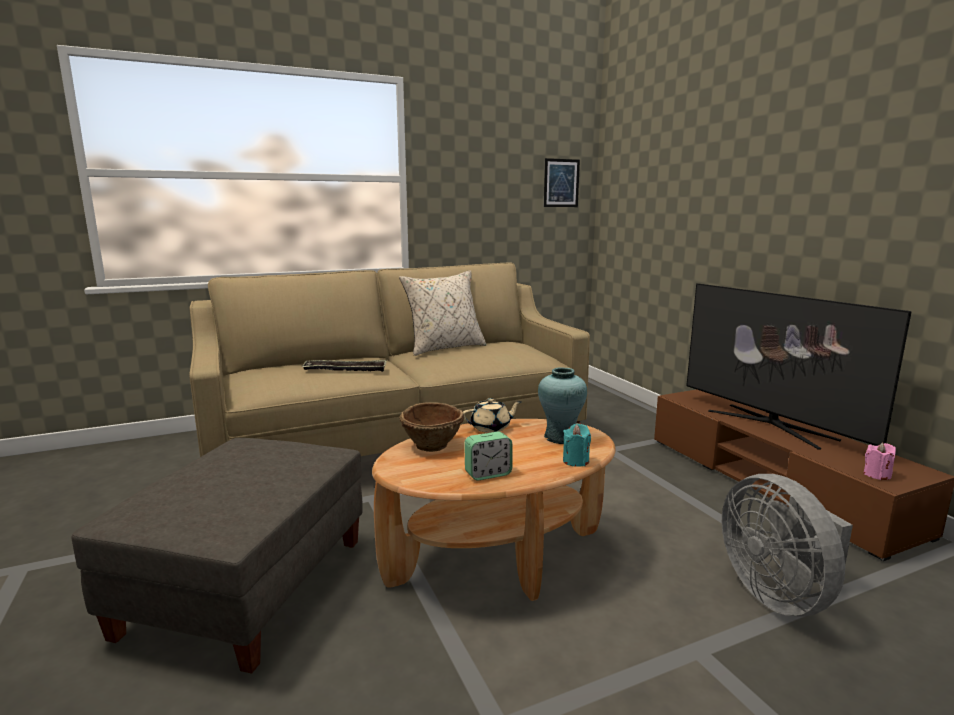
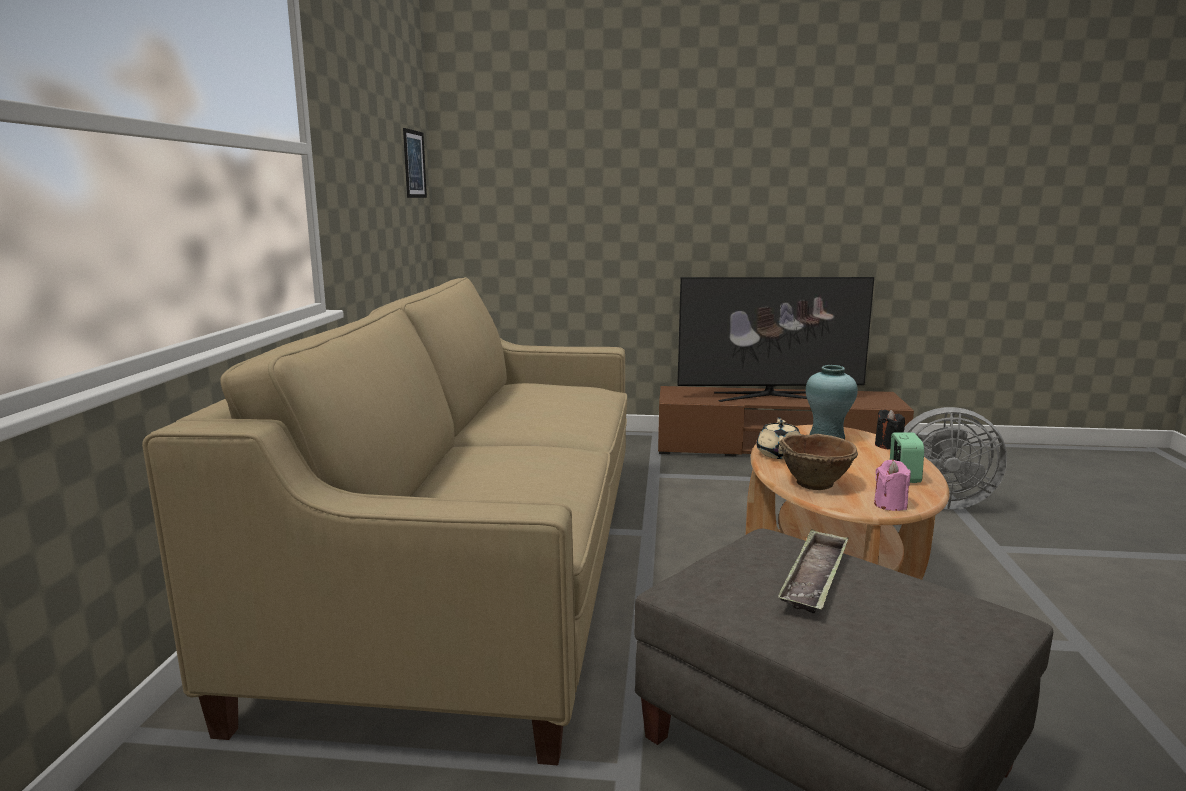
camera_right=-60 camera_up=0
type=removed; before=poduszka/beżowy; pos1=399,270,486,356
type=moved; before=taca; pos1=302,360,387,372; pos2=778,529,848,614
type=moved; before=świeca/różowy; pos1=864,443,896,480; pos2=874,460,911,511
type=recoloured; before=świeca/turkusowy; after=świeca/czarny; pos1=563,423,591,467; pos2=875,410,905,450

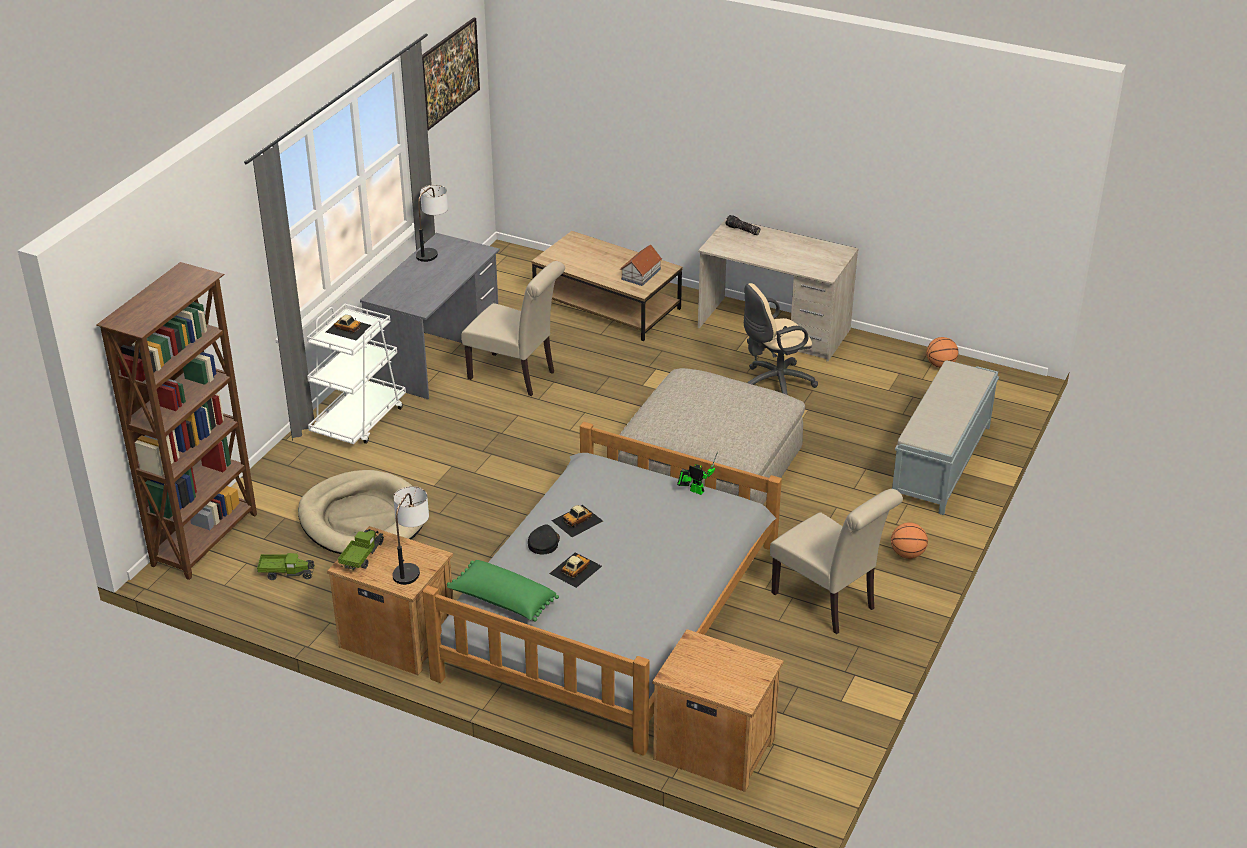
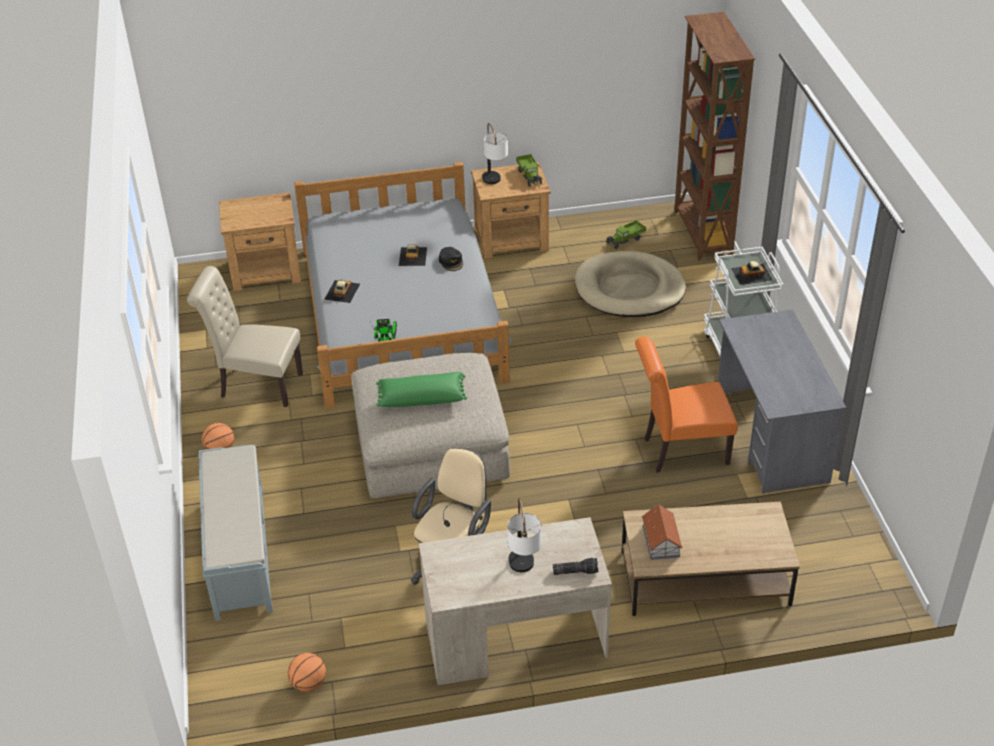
camera_right=145 camera_up=5
type=removed; before=obraz; pos1=422,18,480,130
type=moved; before=lampa stołowa; pos1=416,185,448,262; pos2=507,498,542,572
type=moved; before=poduszka/zielony; pos1=447,560,559,622; pos2=376,372,467,407
type=moved; before=samochodzik; pos1=552,505,603,537; pos2=324,280,360,303
type=recoloured; before=krzesło/beżowy; after=krzesło/pomarańczowy; pos1=461,261,565,396; pos2=635,337,738,473

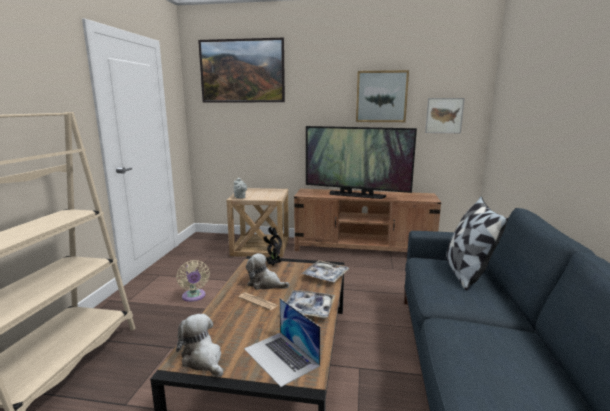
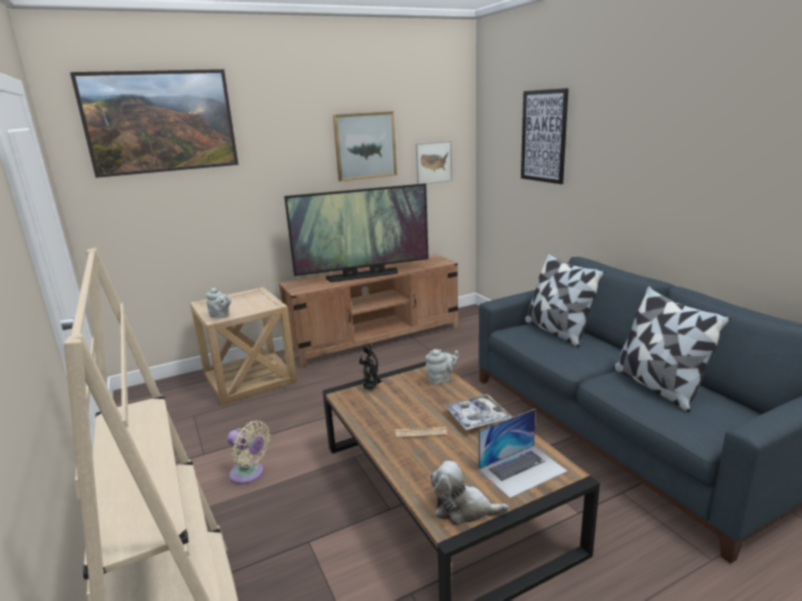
camera_right=-35 camera_up=5
type=removed; before=pluszak; pos1=246,253,289,290
type=added; after=obraz; pos2=521,88,569,184
type=added; after=poduszka; pos2=613,286,731,412
type=replaced; before=taca; after=imbryk/szary; pos1=302,260,349,282; pos2=426,349,459,385
type=turned; before=laptop; pos1=244,298,321,387; pos2=478,409,568,498; turn=-45

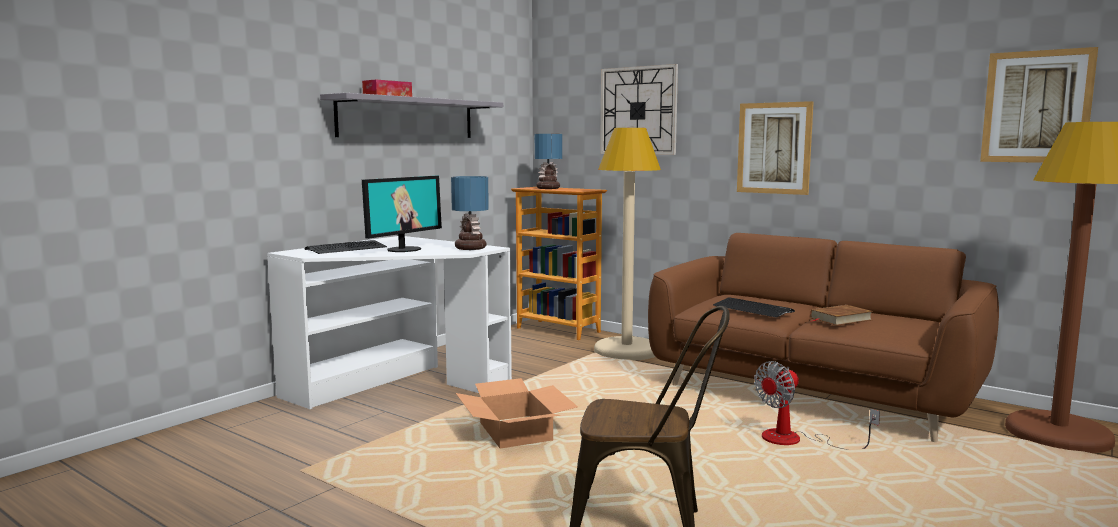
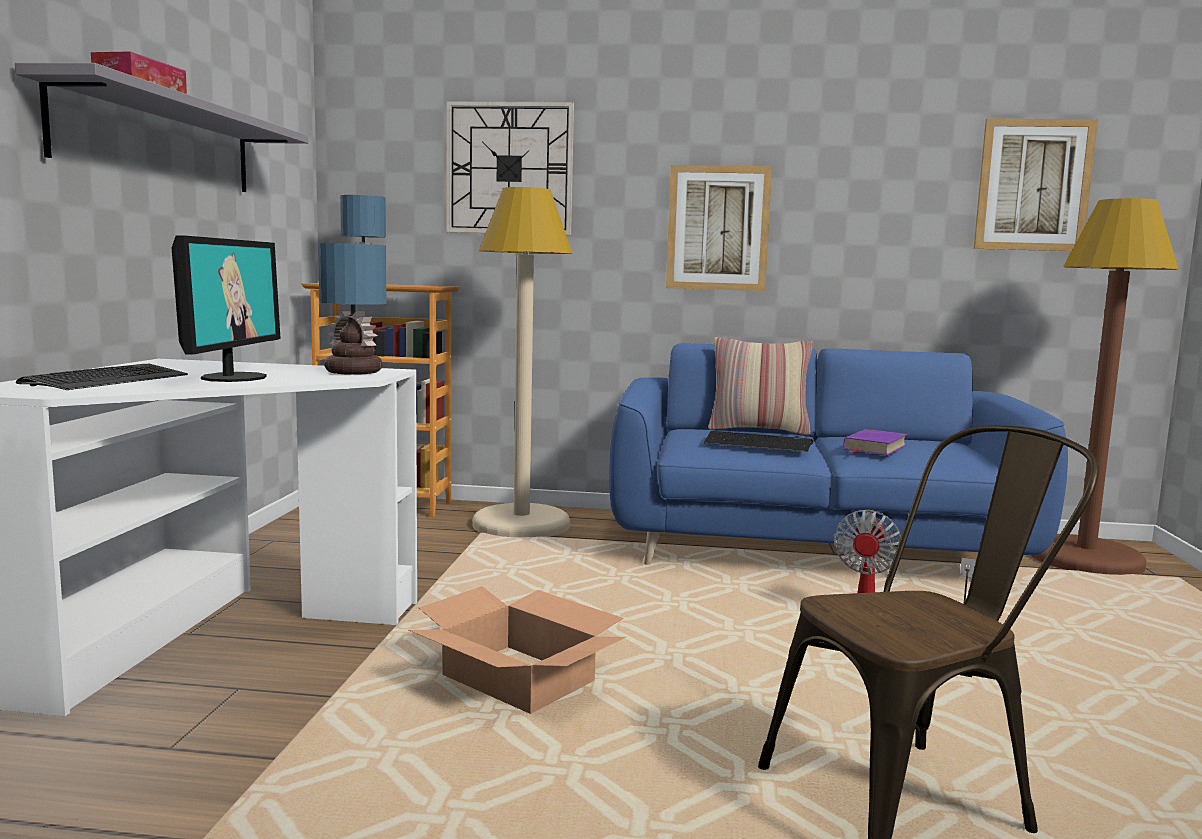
camera_right=-30 camera_up=0
type=added; after=poduszka; pos2=708,337,813,435
type=recoloured; before=kanapa/brązowy; after=kanapa/niebieski; pos1=648,233,999,442; pos2=609,343,1068,589
type=recoloured; before=książka/brązowy; after=książka/fioletowy; pos1=810,305,873,326; pos2=843,429,908,456

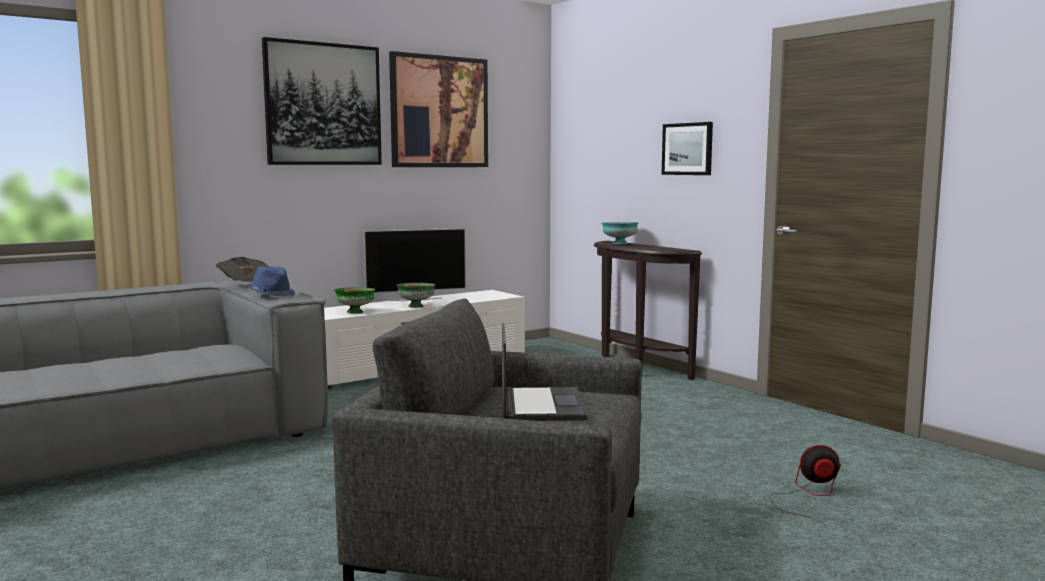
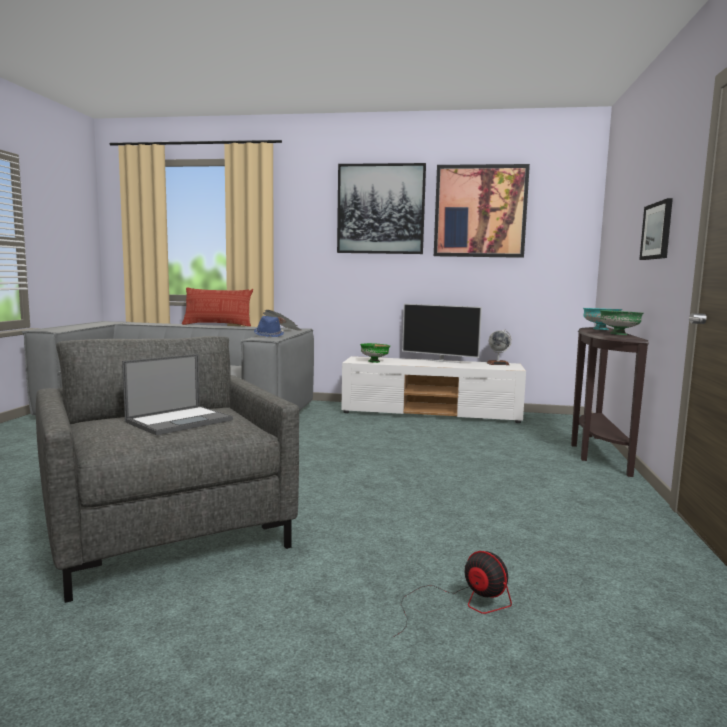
camera_right=45 camera_up=0
type=added; after=poduszka; pos2=182,287,253,326
type=added; after=globus; pos2=487,329,512,365
type=moved; before=miska/zielony; pos1=396,283,436,307; pos2=599,310,644,335

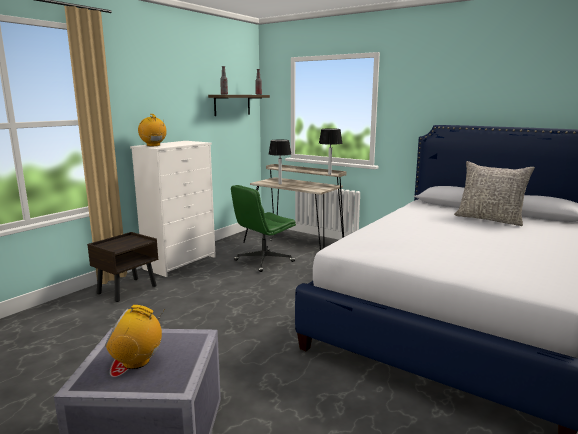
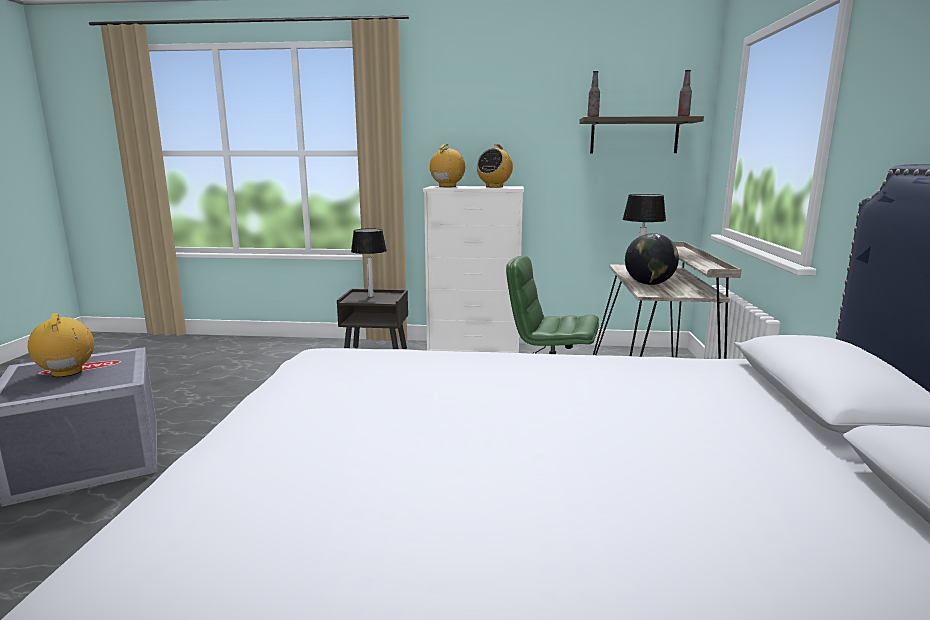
camera_right=60 camera_up=0
type=removed; before=poduszka/szary; pos1=454,161,535,226
type=added; after=radio; pos2=477,144,513,187
type=added; after=globus; pos2=625,233,679,285
type=moved; before=lampa stołowa; pos1=319,128,343,175; pos2=351,228,387,297

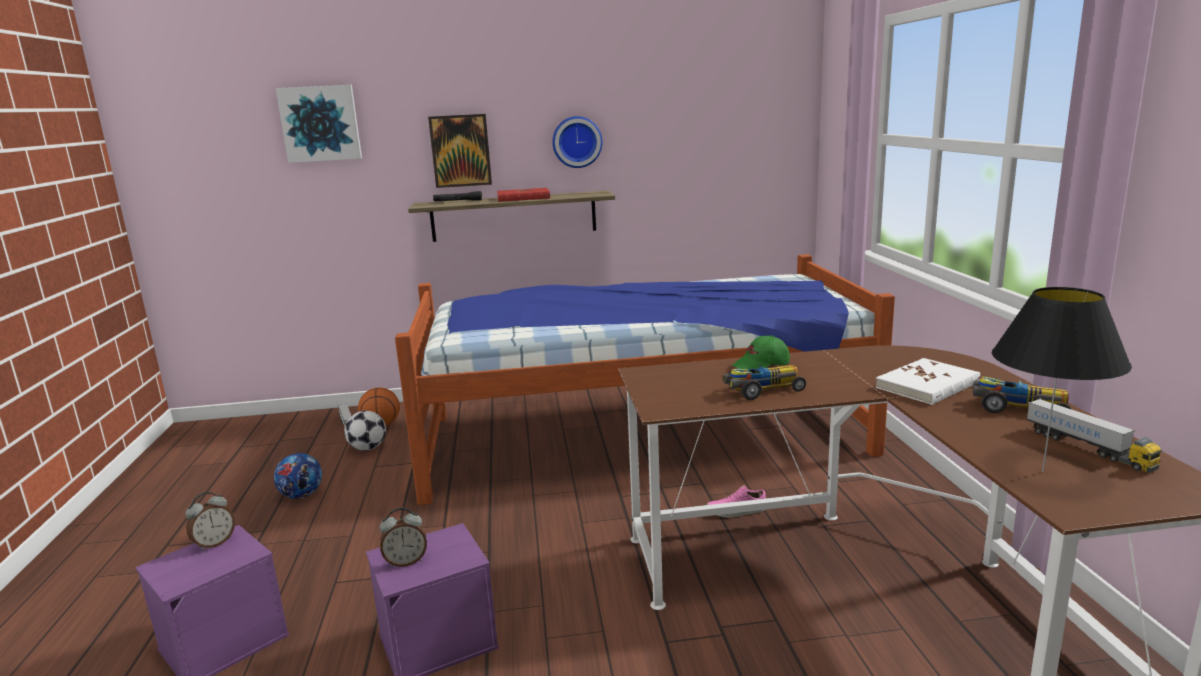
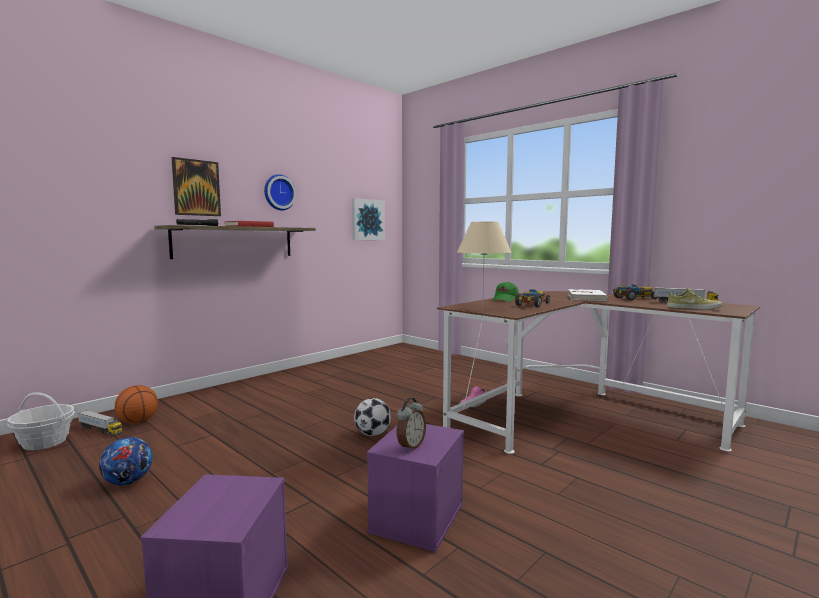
camera_right=-40 camera_up=-10
type=removed; before=budzik; pos1=185,492,235,551
type=removed; before=łóżko; pos1=395,254,895,505
type=added; after=koszyk; pos2=7,392,75,450
type=added; after=lampa stołowa/beżowy; pos2=457,222,512,295
type=moved; before=obraz; pos1=276,85,362,163; pos2=352,198,385,240
type=moved; before=piłka futbolowa; pos1=344,411,386,451; pos2=354,398,391,436
type=replaced; before=lampa stołowa/czarny; after=but/beżowy; pos1=992,287,1132,472; pos2=667,288,723,309

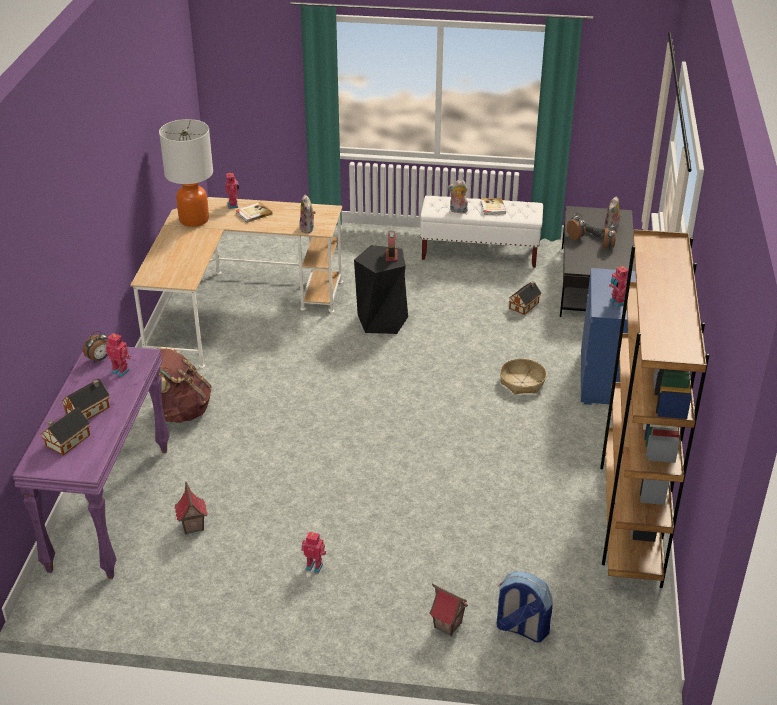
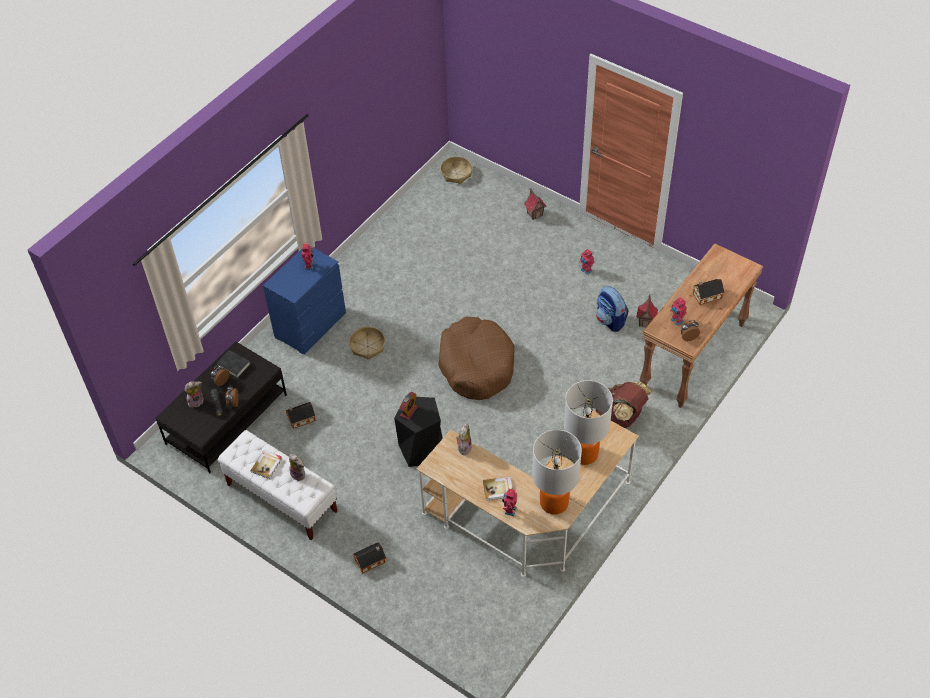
camera_right=-150 camera_up=15
type=removed; before=regał/brązowy; pos1=600,229,710,588
type=added; after=książka/czarny; pos2=216,350,251,378
type=added; after=legowisko/brązowy; pos2=438,317,515,400
type=added; after=koszyk; pos2=440,156,473,184
type=added; after=lampa stołowa; pos2=564,380,613,465
type=moved; before=domek; pos1=41,407,90,456; pos2=353,542,386,574
type=moved; before=plecak; pos1=496,572,553,642; pos2=596,286,629,332
type=recoloured; before=stolik konsolowy/fioletowy; after=stolik konsolowy/brązowy; pos1=12,347,170,579; pos2=639,243,763,408

